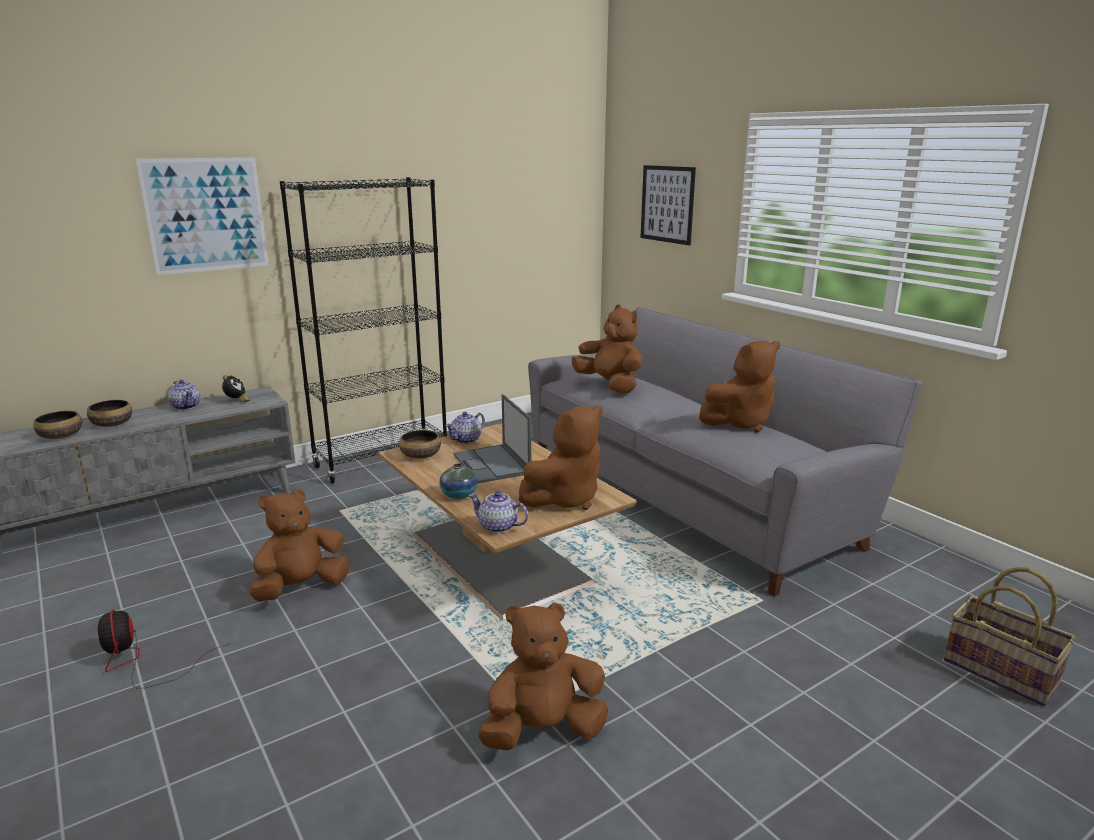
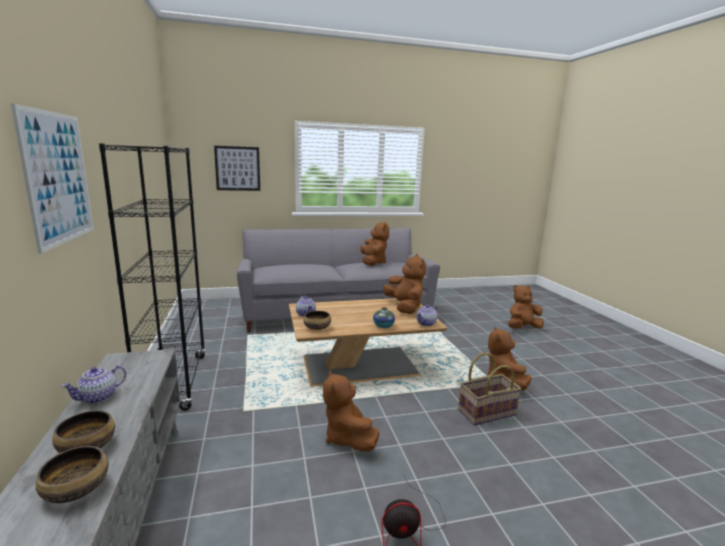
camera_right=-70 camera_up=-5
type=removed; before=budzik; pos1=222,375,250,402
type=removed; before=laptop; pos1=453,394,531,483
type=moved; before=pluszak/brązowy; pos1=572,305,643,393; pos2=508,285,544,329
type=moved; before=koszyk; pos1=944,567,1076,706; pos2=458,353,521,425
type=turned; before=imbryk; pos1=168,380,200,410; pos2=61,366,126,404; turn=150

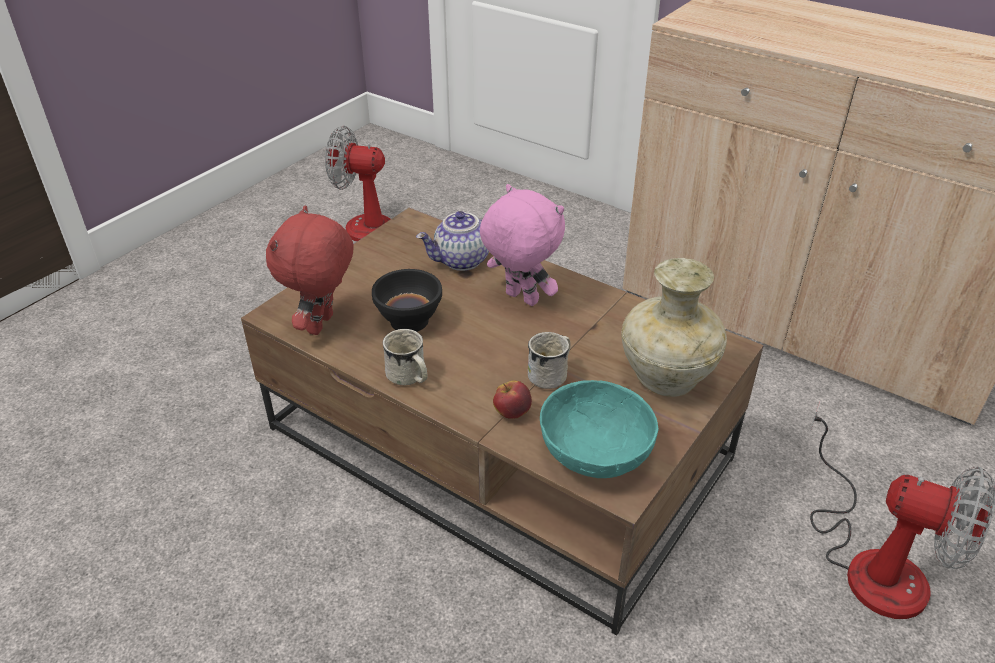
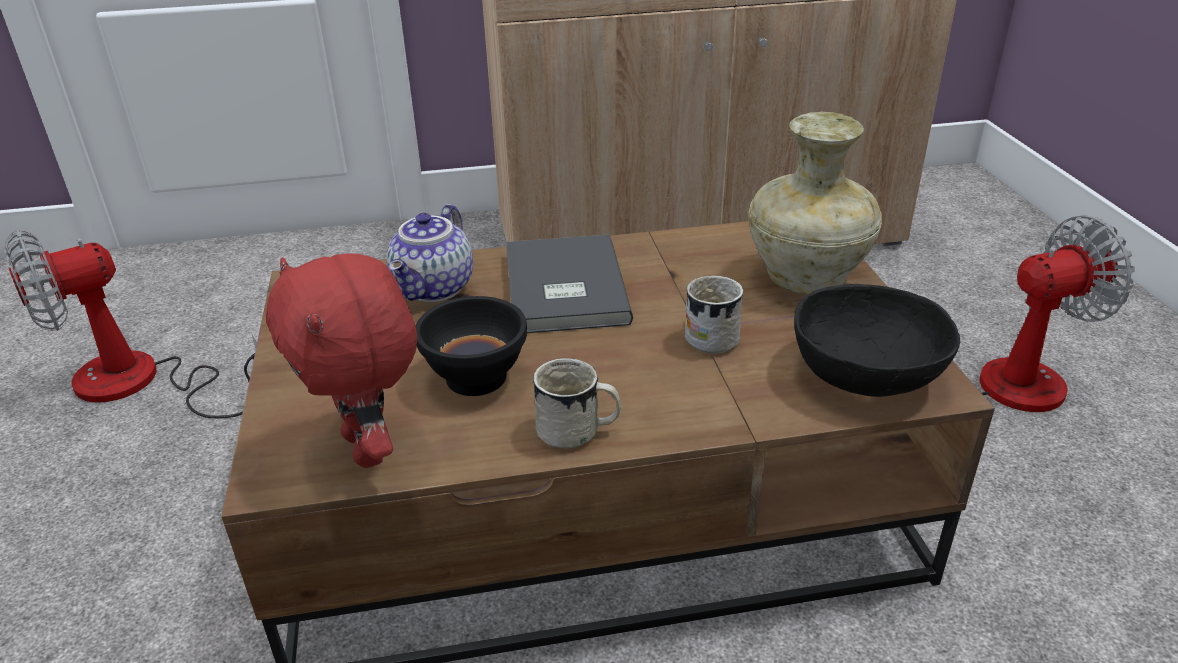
camera_right=-45 camera_up=-5
type=removed; before=jabłko; pos1=493,381,532,419
type=replaced; before=pluszak/różowy; after=książka/szary; pos1=480,184,565,306; pos2=506,235,633,333
type=recoloured; before=miska/turkusowy; after=miska/czarny; pos1=540,380,659,478; pos2=794,284,960,397

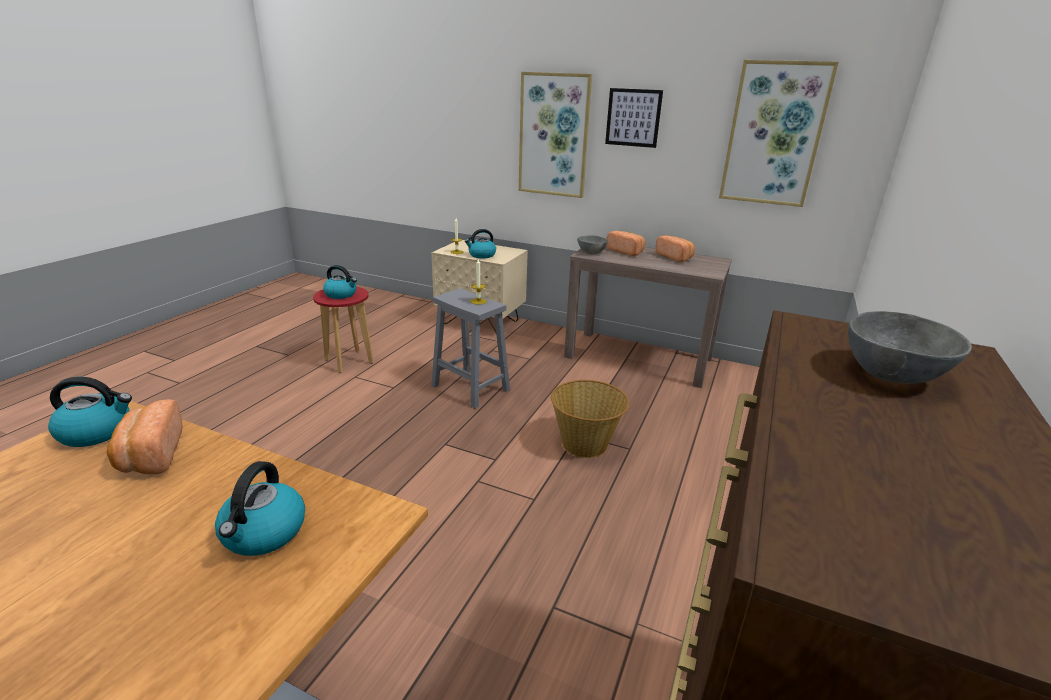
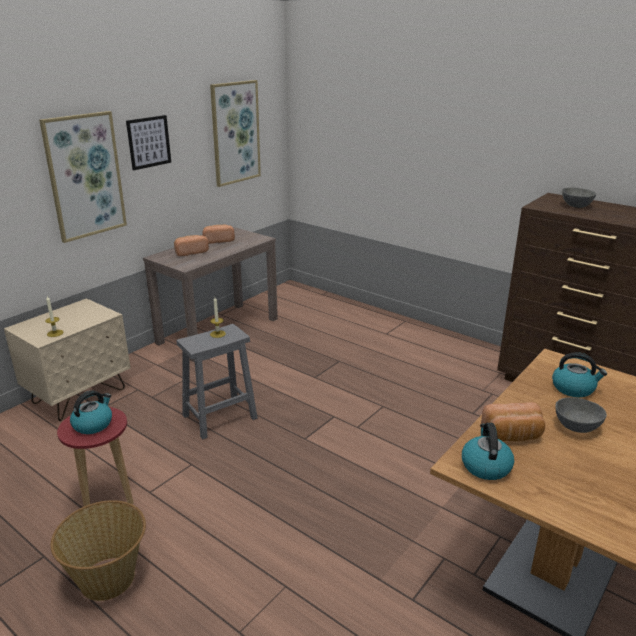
camera_right=-75 camera_up=0
type=removed; before=czajnik; pos1=465,229,496,258
type=moved; before=koszyk; pos1=551,380,629,458; pos2=51,500,146,601
type=moved; before=miska/szary; pos1=577,235,608,254; pos2=555,397,607,433

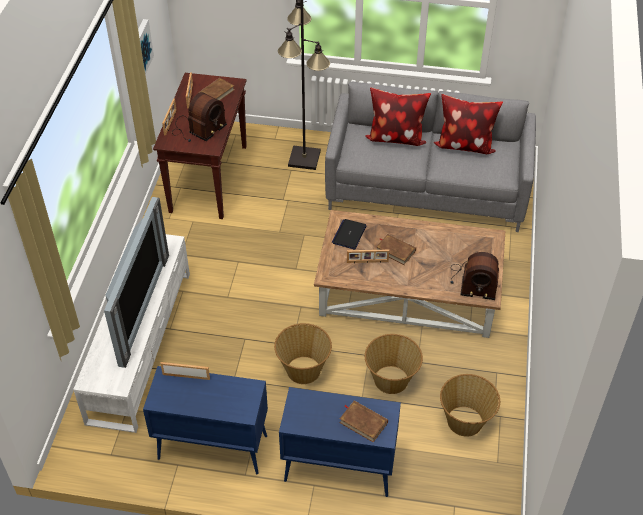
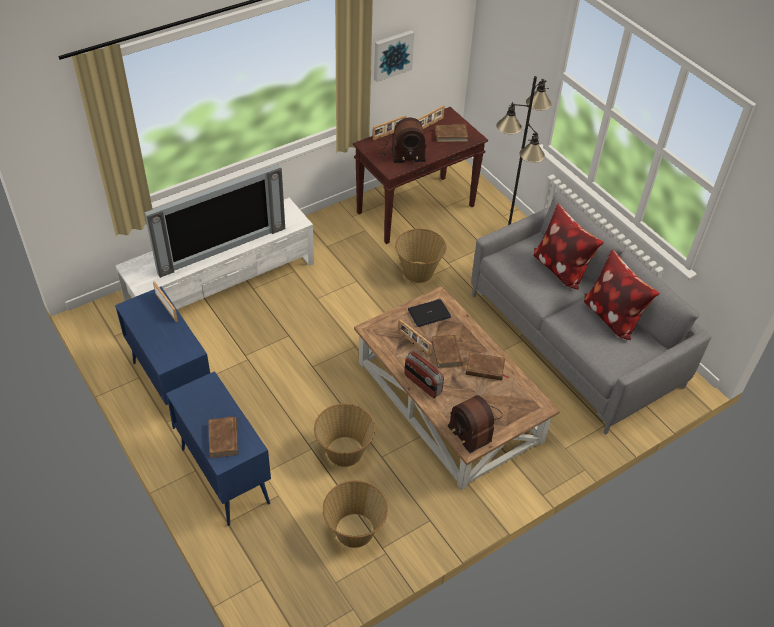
camera_right=45 camera_up=0
type=added; after=radio; pos2=404,351,444,398
type=added; after=książka/brązowy; pos2=466,352,509,381
type=moved; before=koszyk; pos1=274,323,332,384; pos2=395,229,447,283

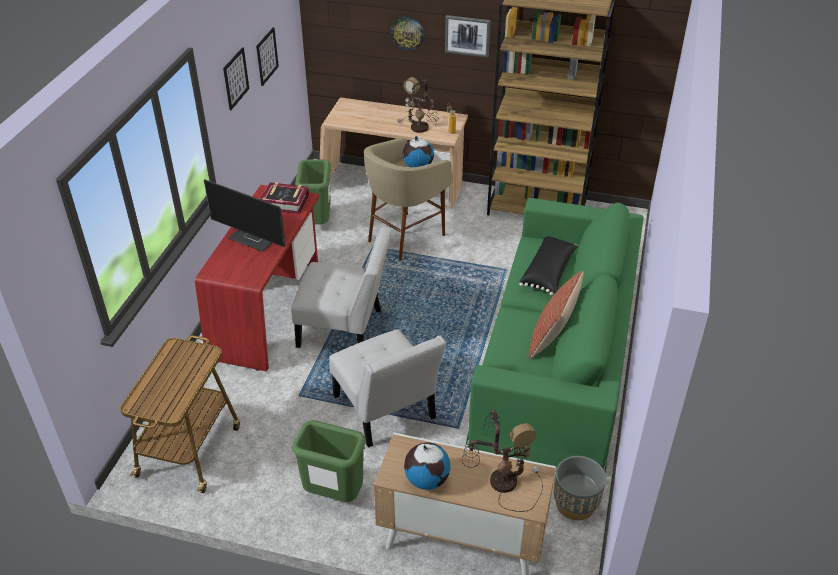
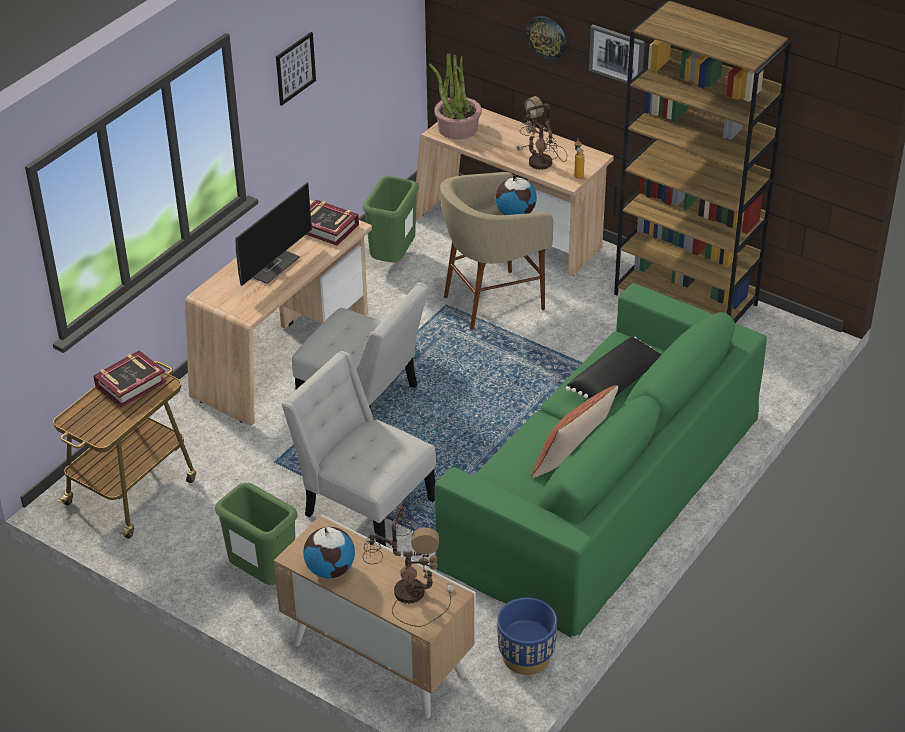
camera_right=20 camera_up=0
type=removed; before=obraz; pos1=256,27,279,86
type=added; after=książka; pos2=93,350,167,407
type=added; after=roślina doniczkowa; pos2=429,54,482,139
type=recoloured; before=biurko/czerwony; after=biurko/beżowy; pos1=195,185,319,372; pos2=185,200,372,426
type=recoloured; before=donica/szary; after=donica/niebieski; pos1=554,456,606,520; pos2=497,597,557,675
type=turned; before=monitor; pos1=204,179,285,252; pos2=235,182,312,286; turn=-105
type=turned; before=krzesło/biały; pos1=329,330,446,448; pos2=281,351,436,547; turn=135

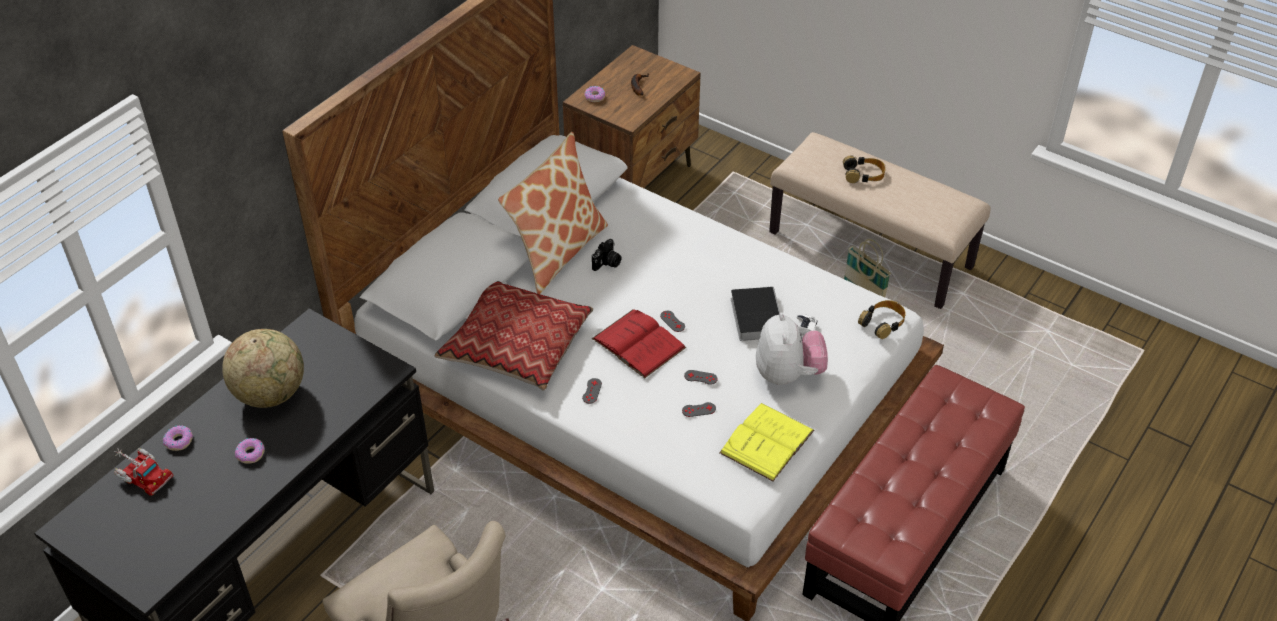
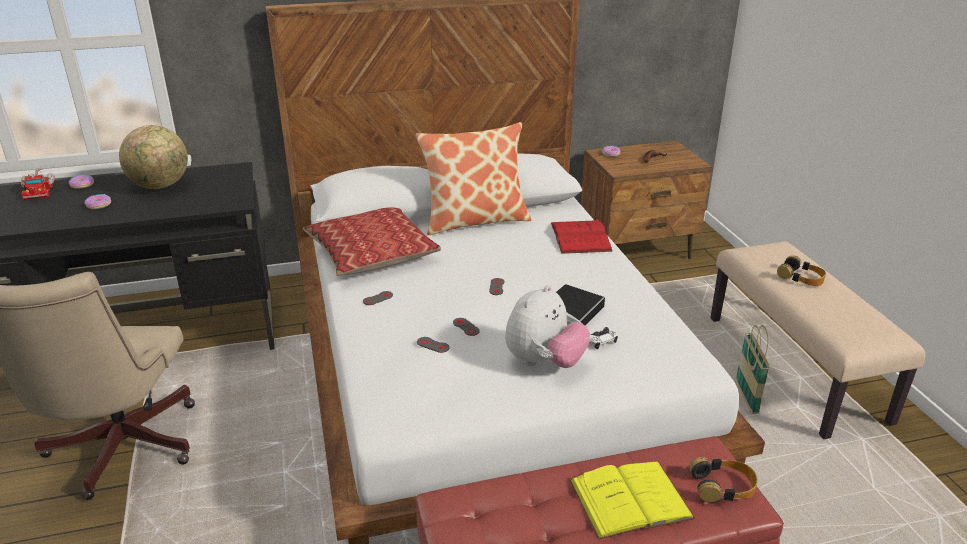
camera_right=40 camera_up=-15
type=removed; before=aparat fotograficzny; pos1=592,239,622,271
type=moved; before=książka/czerwony; pos1=592,309,686,378; pos2=551,218,613,254
type=moved; before=książka/żółty; pos1=719,403,814,481; pos2=569,462,695,540
type=moved; before=słuchawki; pos1=858,300,906,339; pos2=689,457,758,502

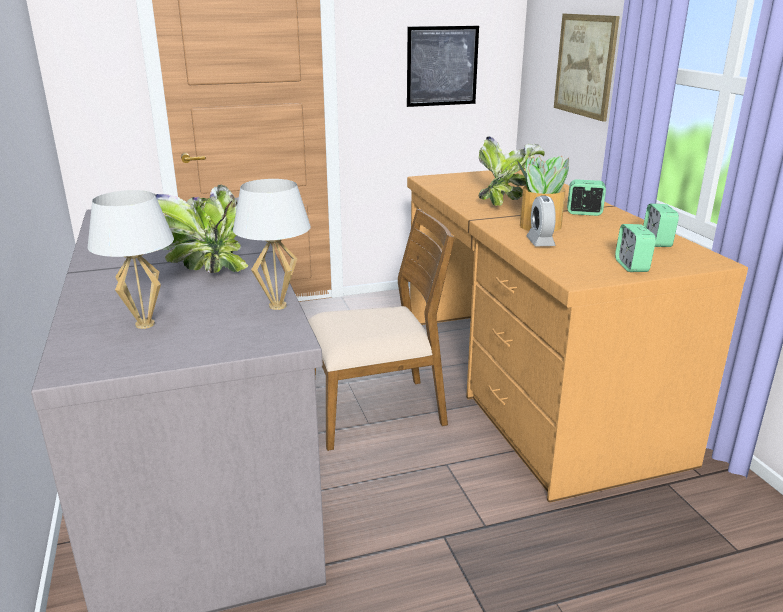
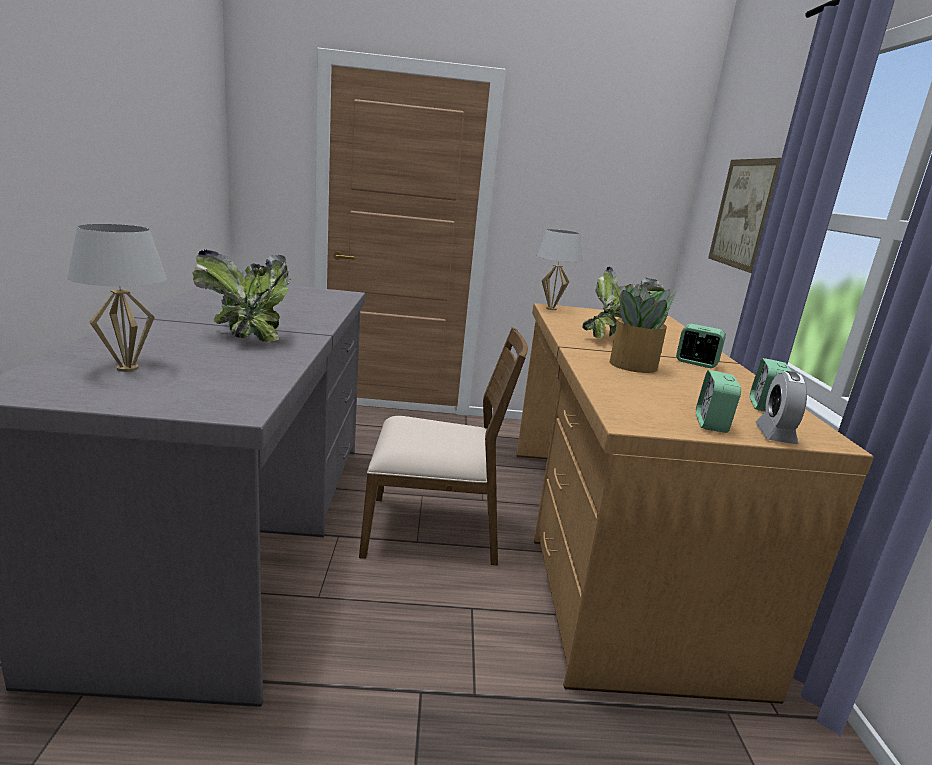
camera_right=15 camera_up=-5
type=removed; before=obraz; pos1=407,26,479,107
type=moved; before=lampa stołowa/biały; pos1=233,179,311,310; pos2=536,229,582,310
type=moved; before=budzik; pos1=527,195,556,246; pos2=756,371,807,444

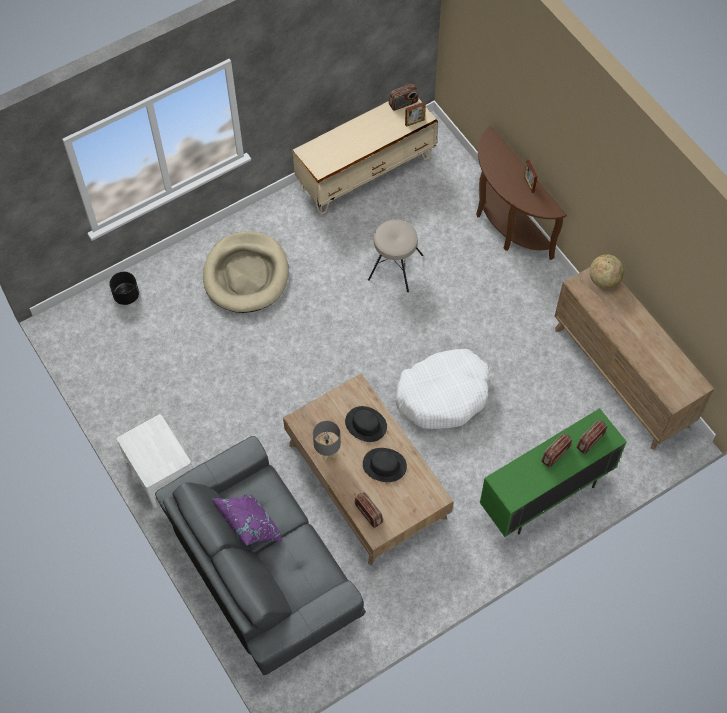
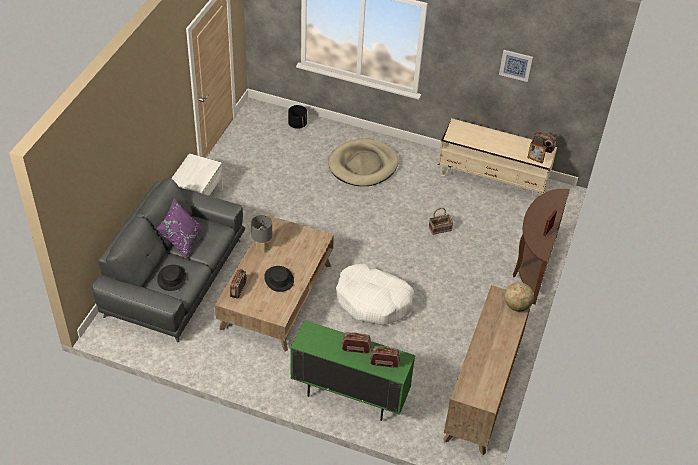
camera_right=50 camera_up=-15
type=added; after=obraz; pos2=499,50,533,82
type=moved; before=kapelusz/czarny; pos1=345,406,387,442; pos2=157,265,186,291
type=replaced; before=stołek/beżowy; after=koszyk; pos1=368,220,423,292; pos2=429,208,454,235

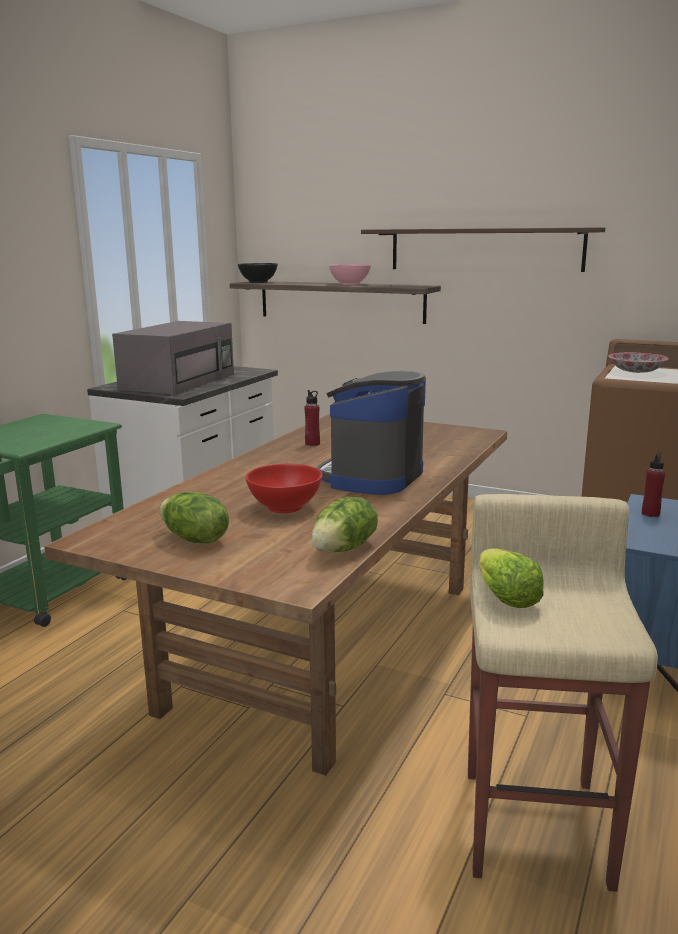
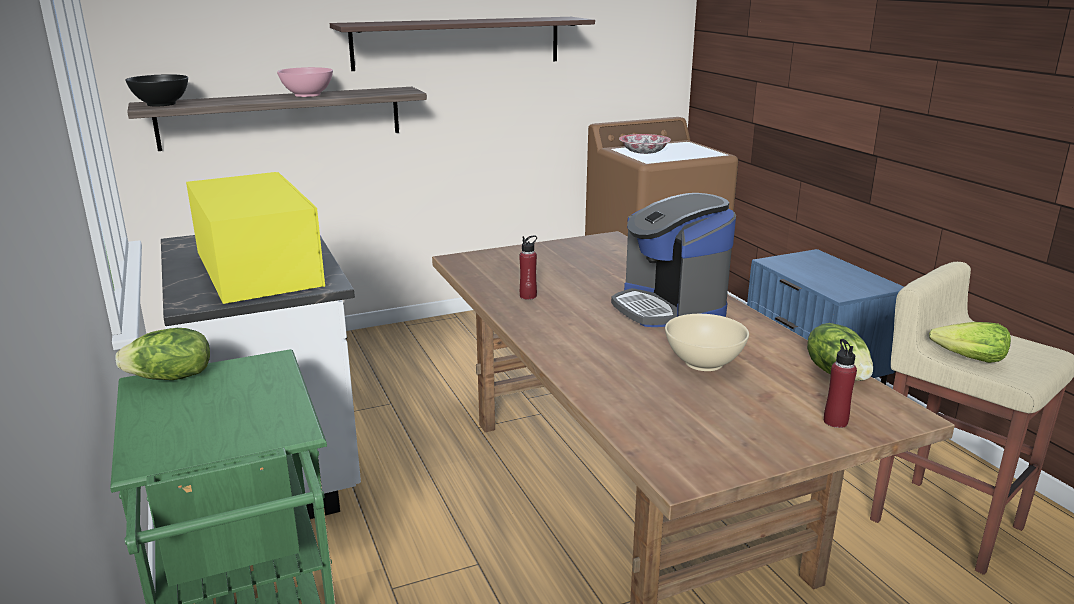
camera_right=-50 camera_up=5
type=moved; before=sałata; pos1=159,492,229,543; pos2=115,328,210,380
type=moved; before=butelka/czerwony; pos1=642,452,665,517; pos2=824,339,857,428
type=recoloured; before=mikrofalówka/szary; after=mikrofalówka/żółty; pos1=112,321,234,395; pos2=186,172,325,304
type=recoloured; before=miska/czerwony; after=miska/beżowy; pos1=245,464,322,513; pos2=665,314,749,371

